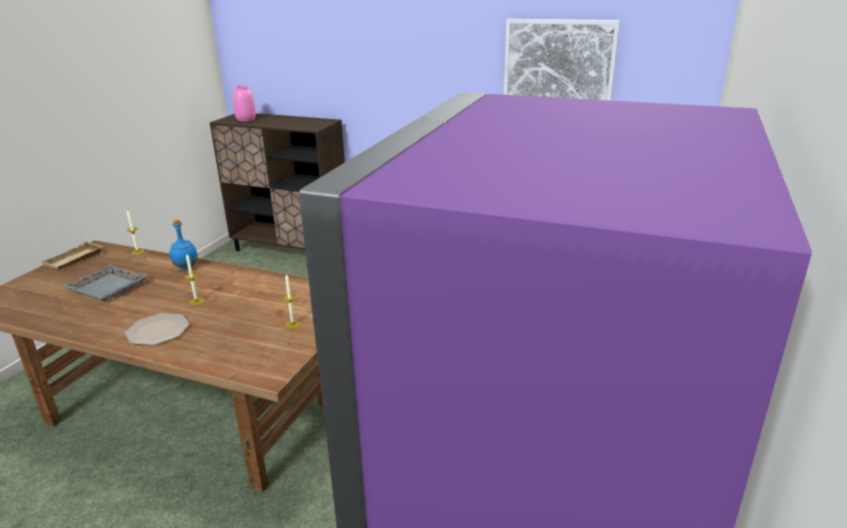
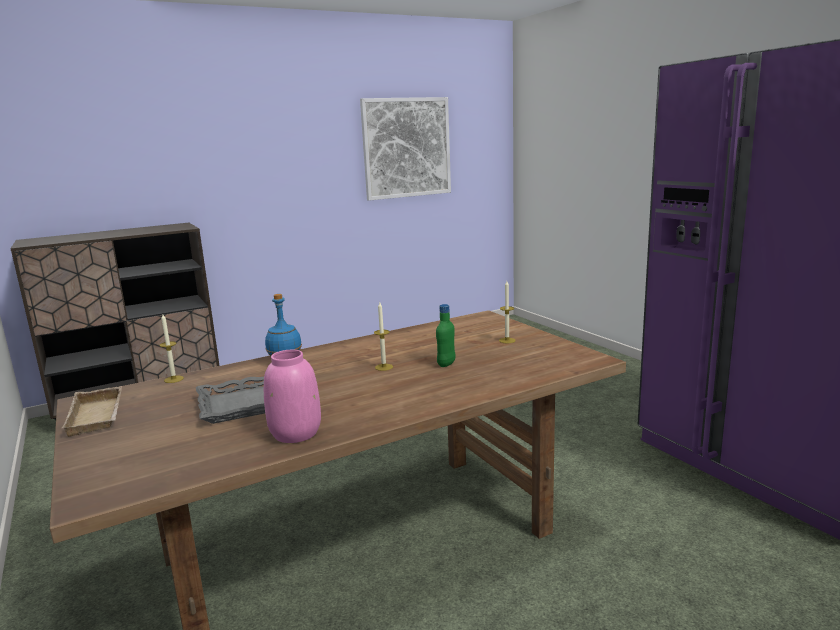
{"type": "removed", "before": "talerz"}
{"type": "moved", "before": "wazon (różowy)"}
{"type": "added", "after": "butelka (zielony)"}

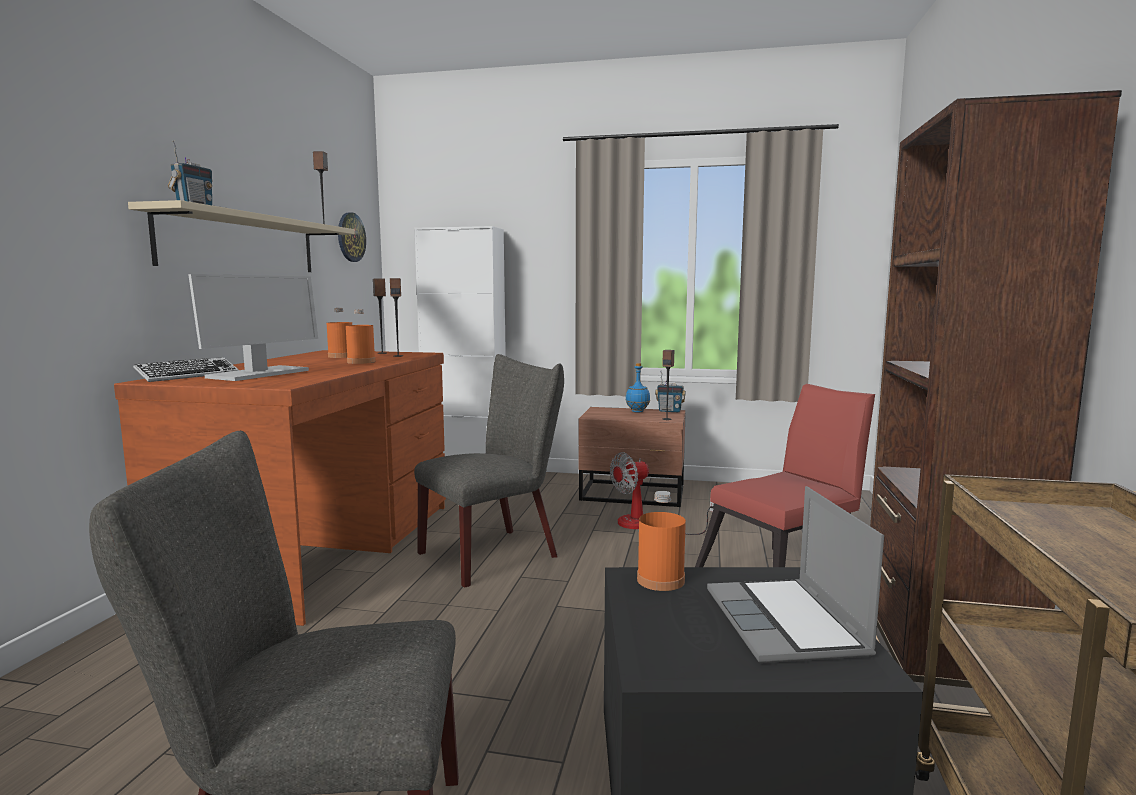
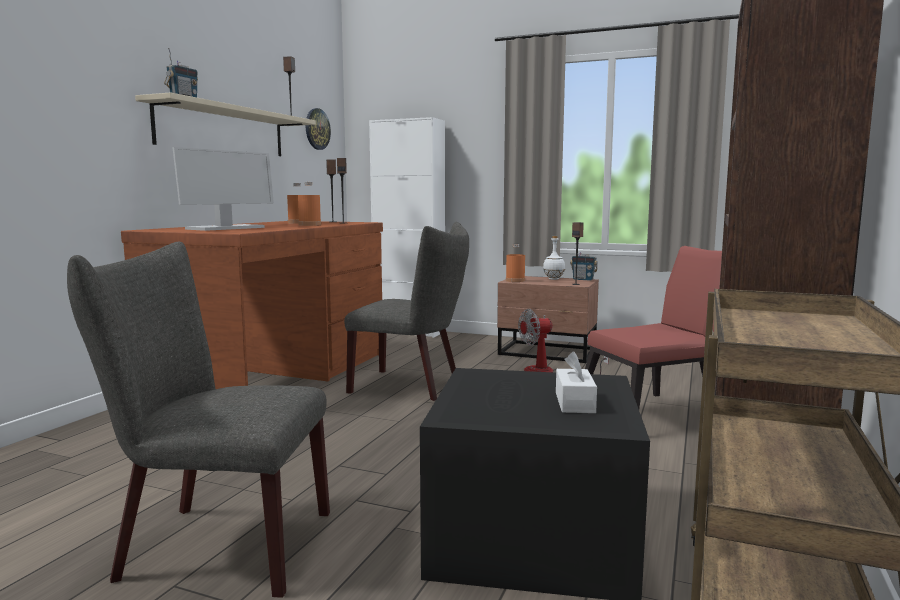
{"type": "removed", "before": "klawiatura"}
{"type": "turned", "before": "krzesło (szary) (2nd from left)", "turn": 45}
{"type": "recoloured", "before": "butelka (niebieski)", "after": "butelka (biały)"}
{"type": "moved", "before": "butelka (pomarańczowy) (3rd from left)"}
{"type": "replaced", "before": "laptop", "after": "pudełko chusteczek (biały)"}

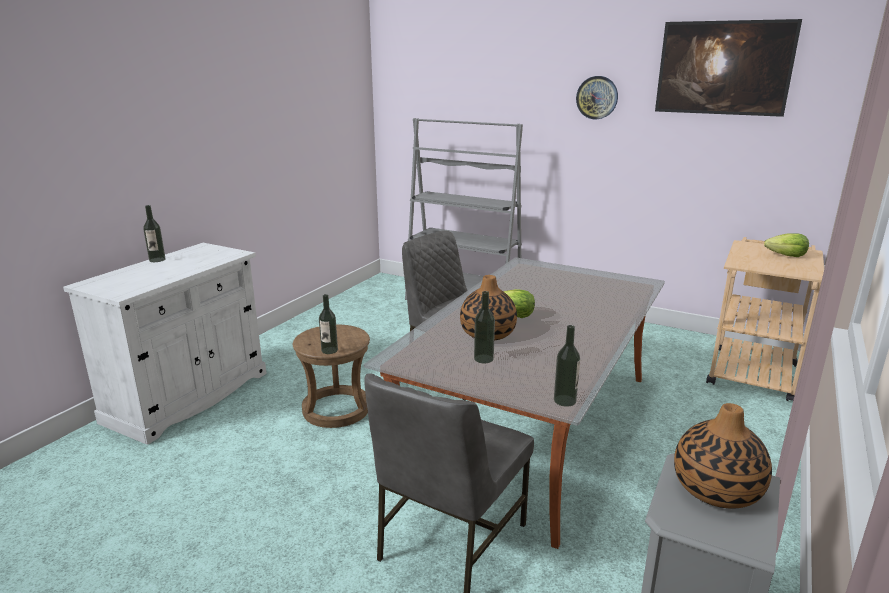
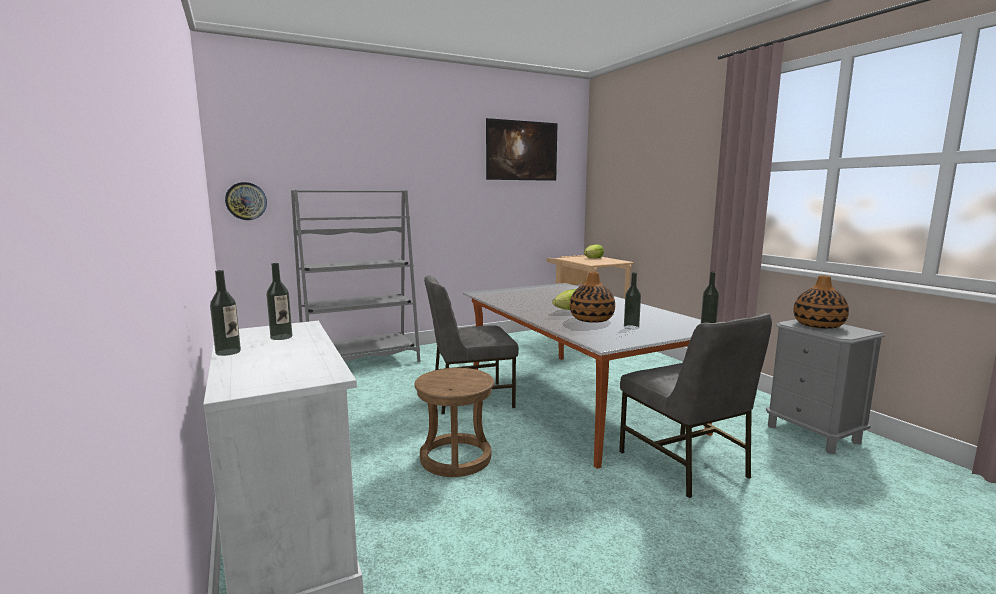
{"type": "moved", "before": "butelka (2nd from left)"}
{"type": "moved", "before": "zegar ścienny"}

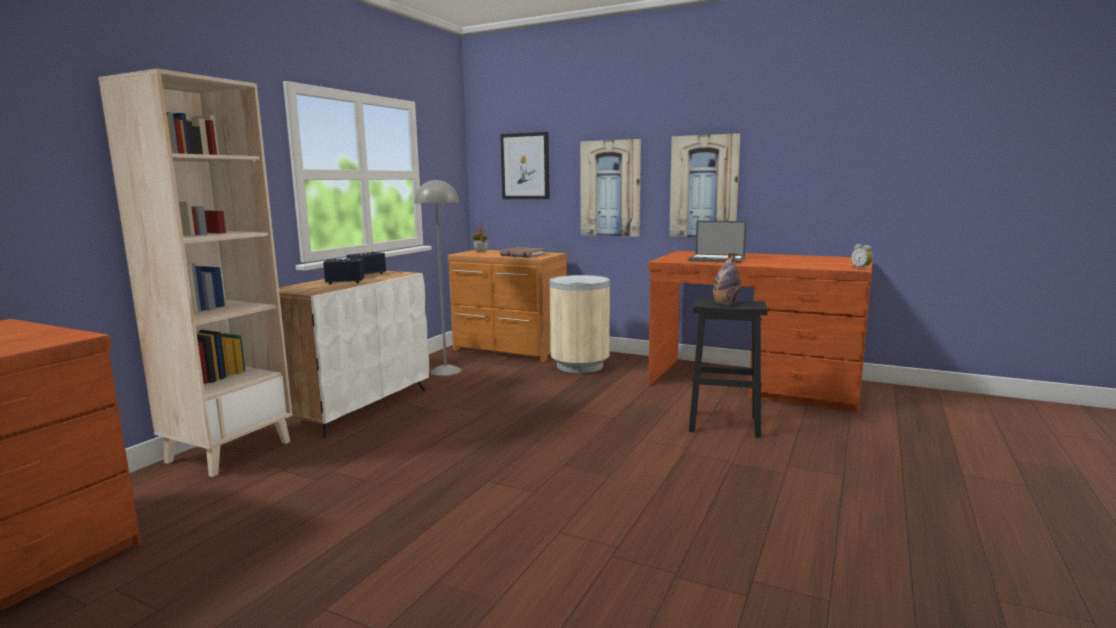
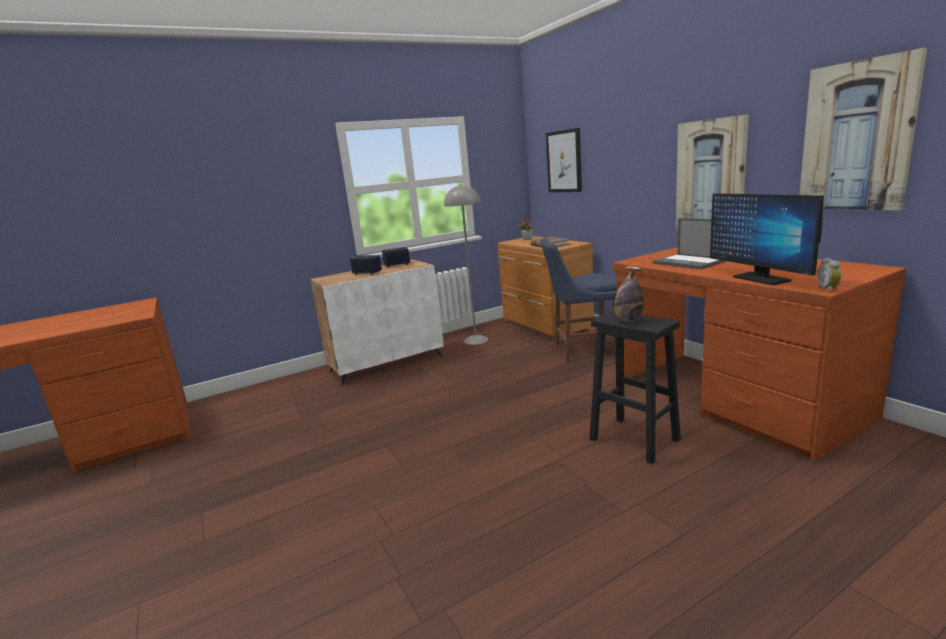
{"type": "removed", "before": "regał (beżowy)"}
{"type": "replaced", "before": "kosz na śmieci (beżowy)", "after": "krzesło (niebieski)"}
{"type": "moved", "before": "obraz (2nd from left in the first image)", "after": "obraz (3rd from left)"}
{"type": "added", "after": "monitor"}

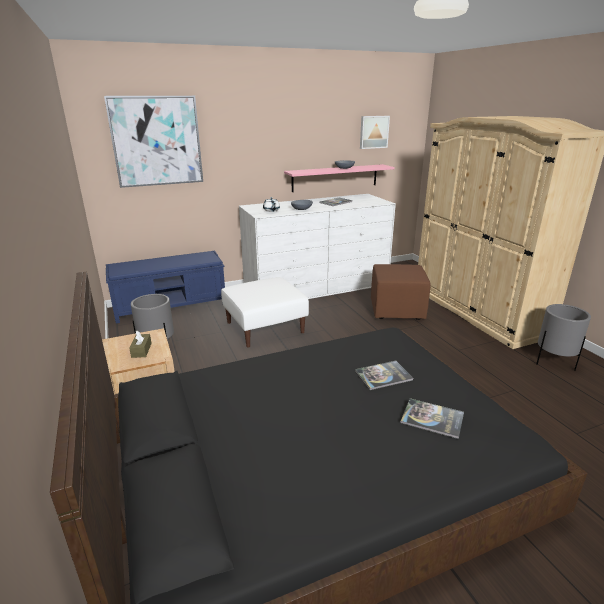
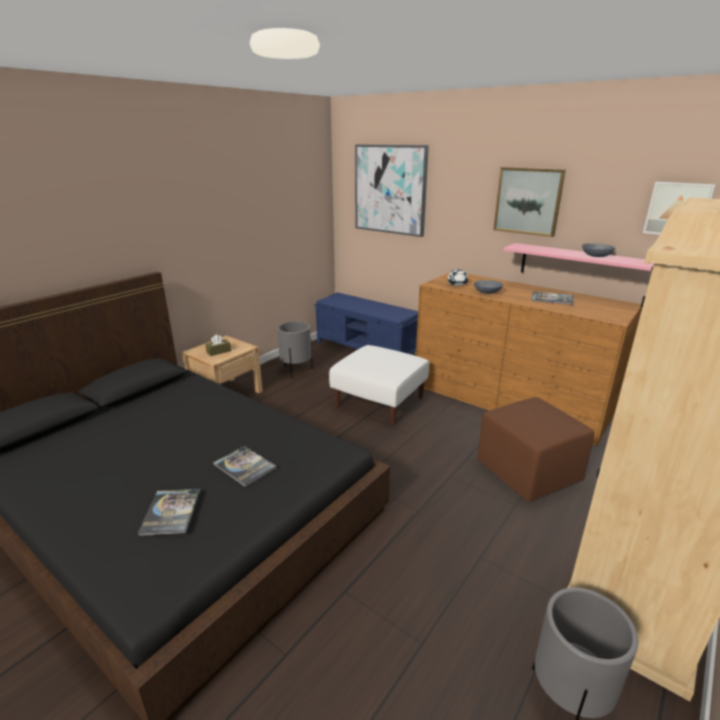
{"type": "recoloured", "before": "komoda (biały)", "after": "komoda (brązowy)"}
{"type": "added", "after": "obraz (2nd from left)"}

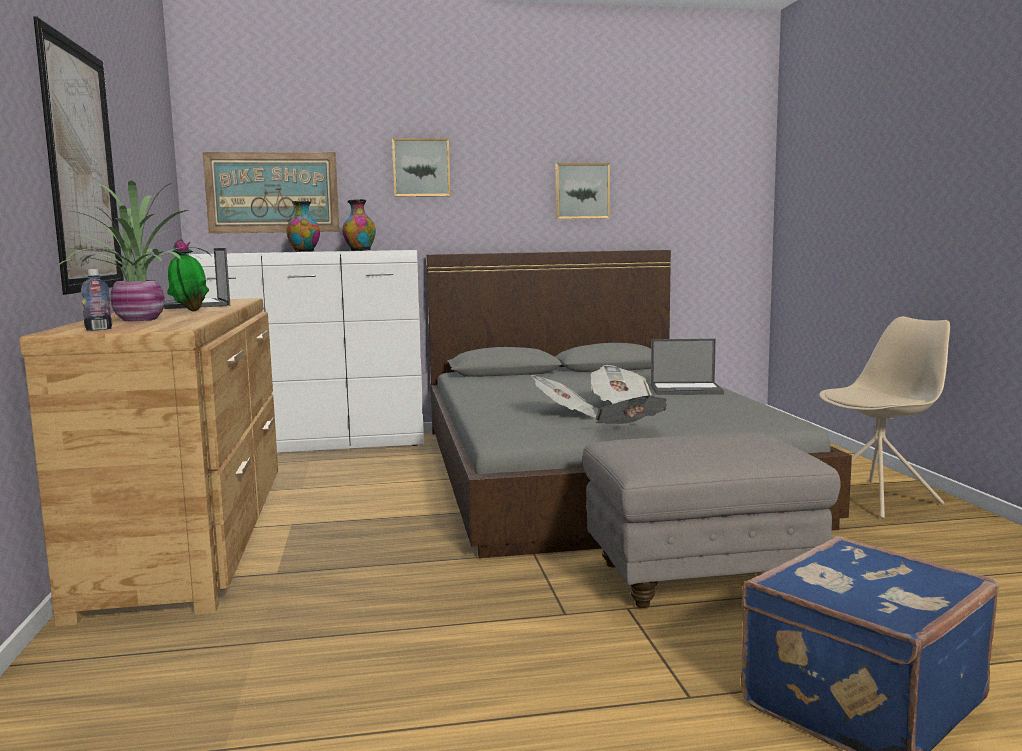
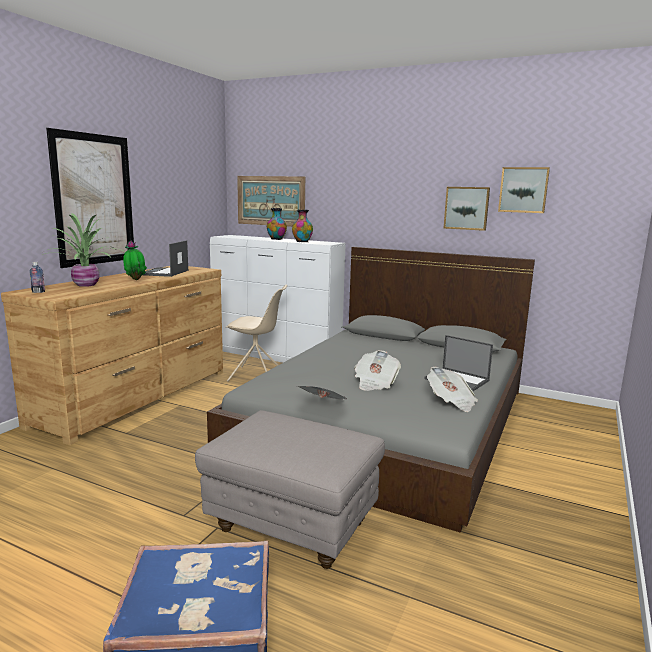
{"type": "moved", "before": "obraz (3rd from left in the first image)", "after": "obraz (4th from left)"}
{"type": "moved", "before": "gazeta (1st from left in the first image)", "after": "gazeta (3rd from left)"}
{"type": "moved", "before": "krzesło (beżowy)"}

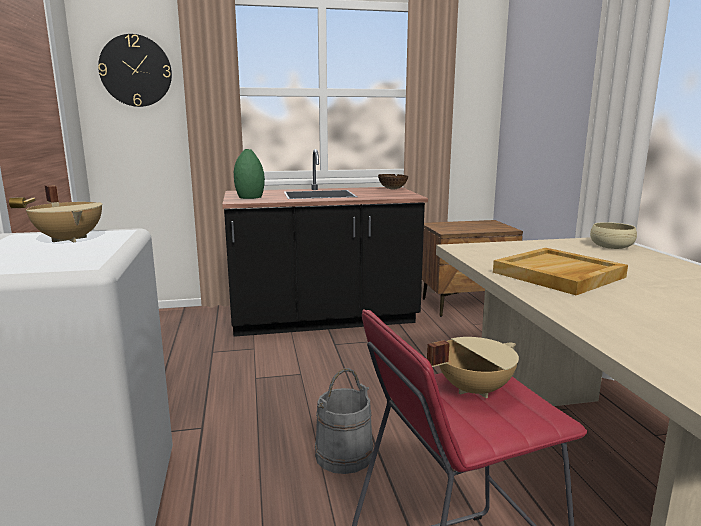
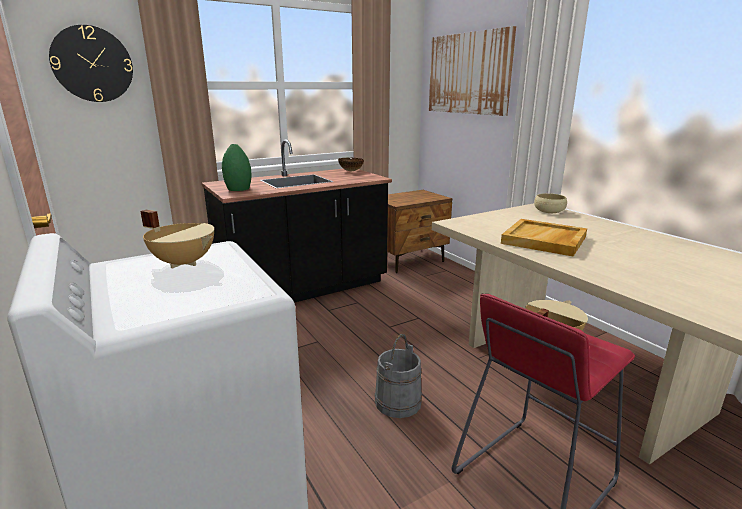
{"type": "added", "after": "obraz"}

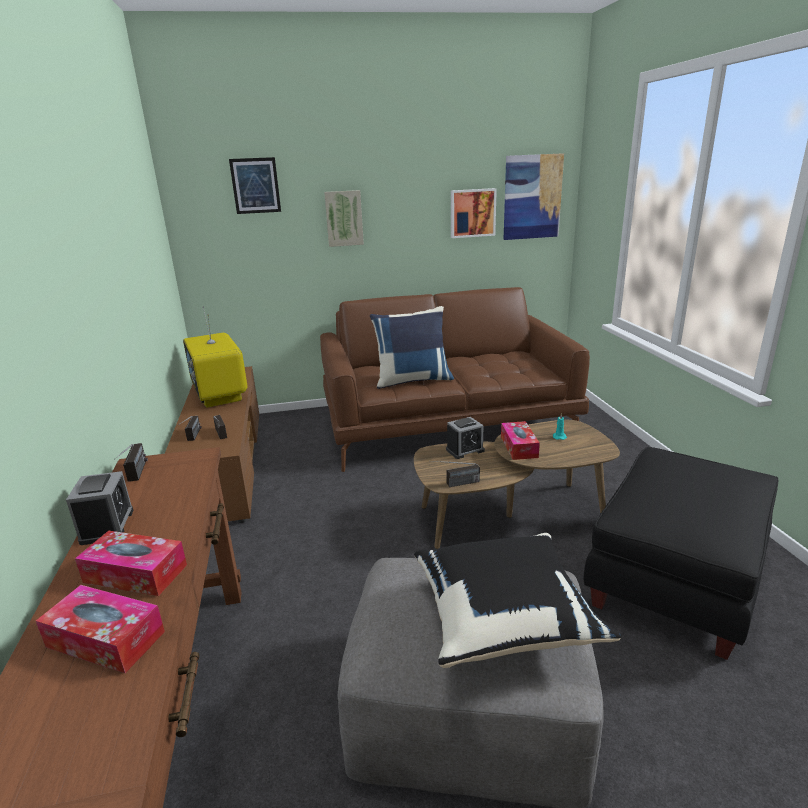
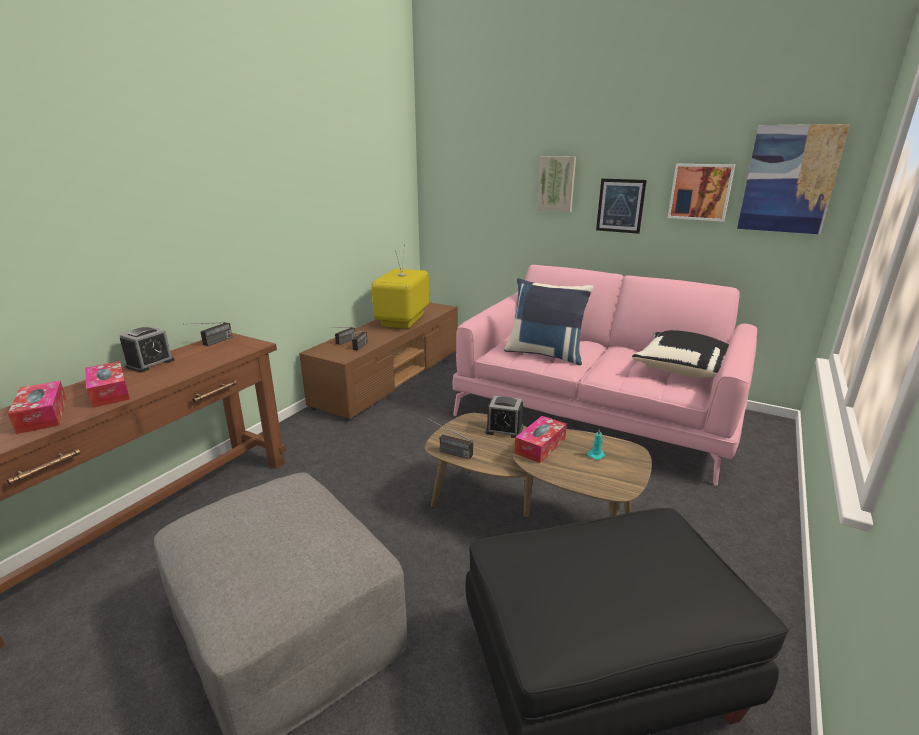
{"type": "moved", "before": "obraz (1st from left in the first image)", "after": "obraz (2nd from left)"}
{"type": "recoloured", "before": "kanapa (brązowy)", "after": "kanapa (różowy)"}
{"type": "moved", "before": "poduszka (czarny)"}

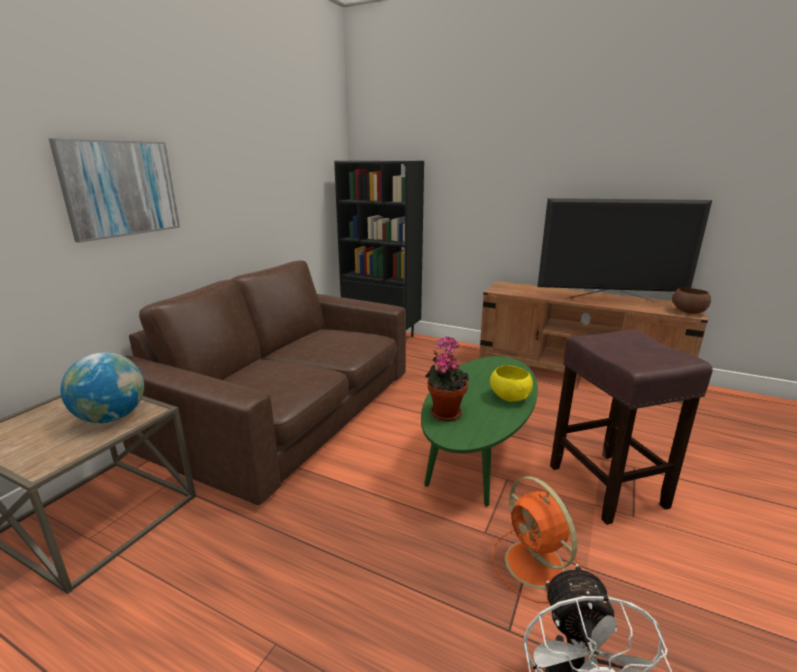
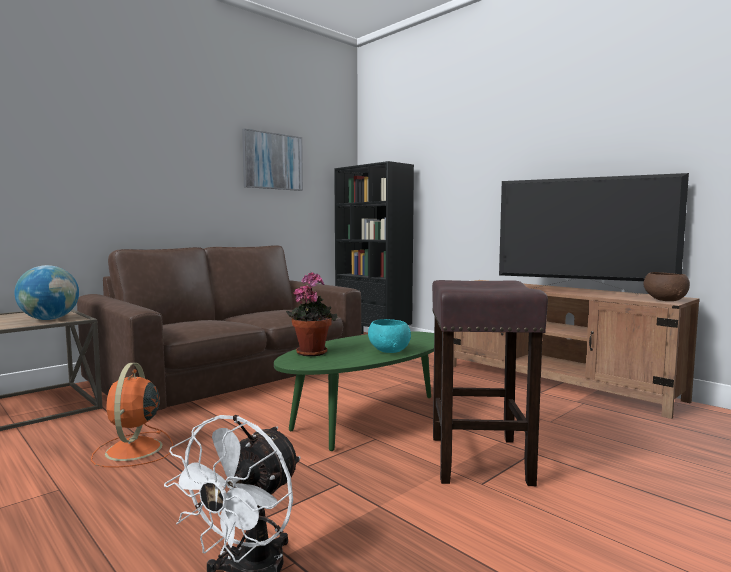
{"type": "moved", "before": "obraz"}
{"type": "recoloured", "before": "miska (żółty)", "after": "miska (turkusowy)"}
{"type": "moved", "before": "wentylator (pomarańczowy)"}

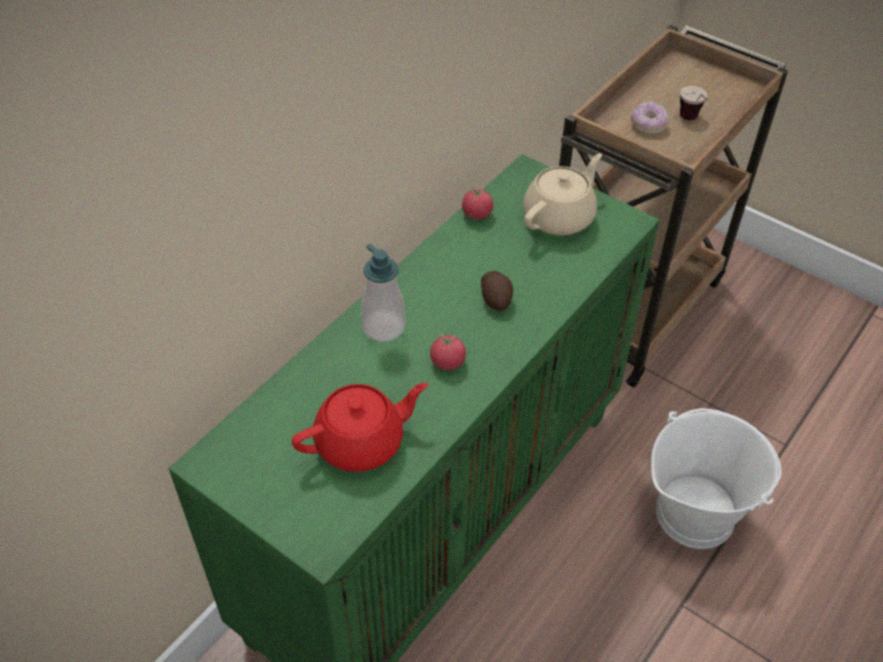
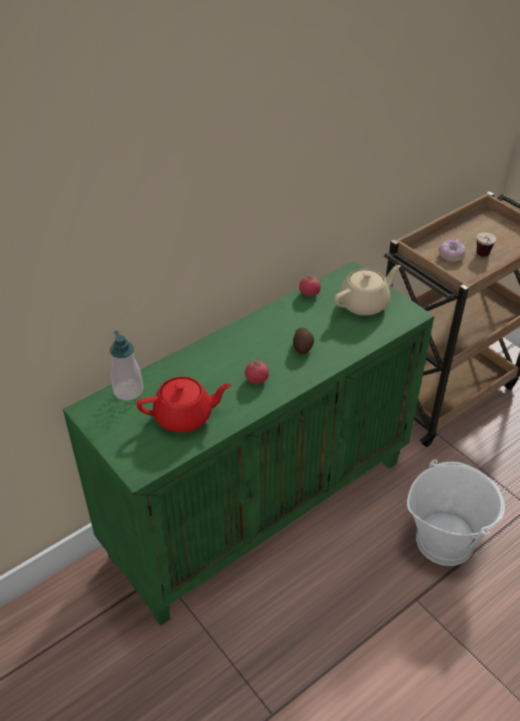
{"type": "moved", "before": "dozownik mydła"}

